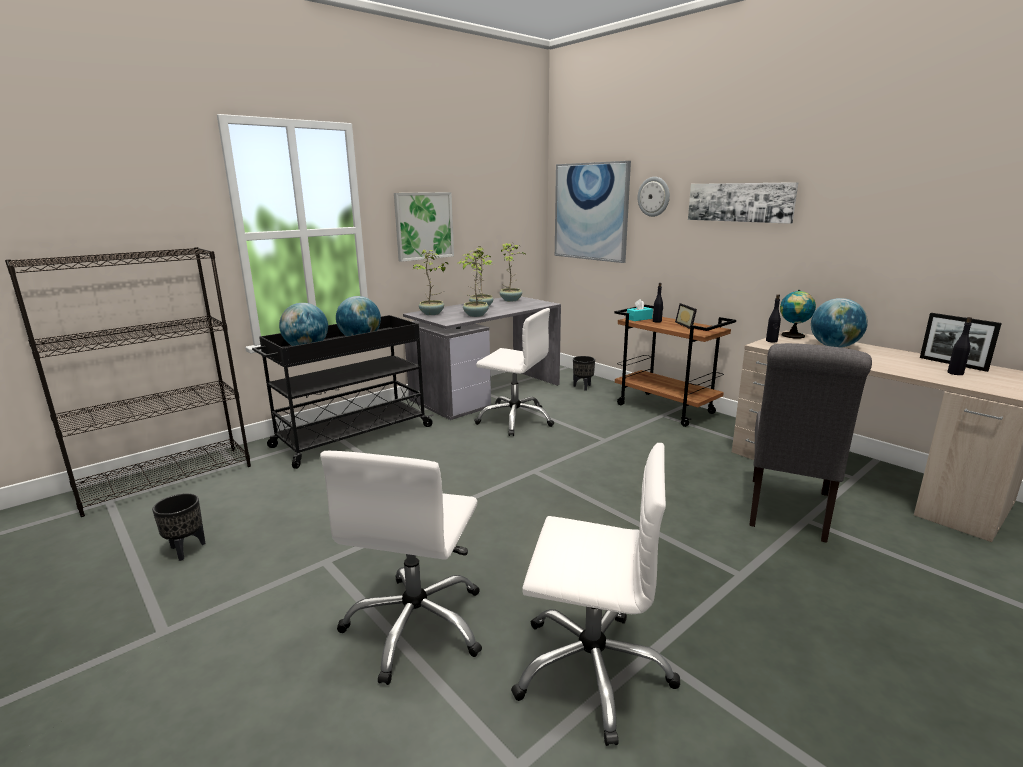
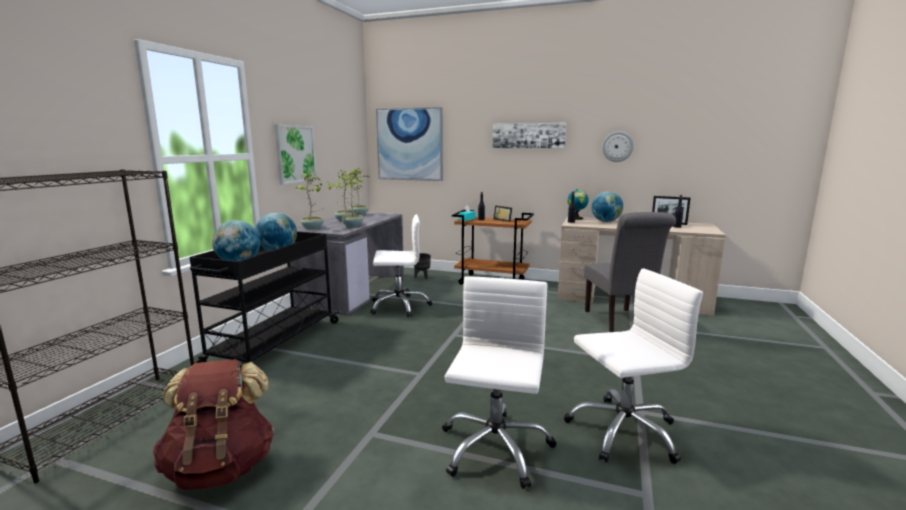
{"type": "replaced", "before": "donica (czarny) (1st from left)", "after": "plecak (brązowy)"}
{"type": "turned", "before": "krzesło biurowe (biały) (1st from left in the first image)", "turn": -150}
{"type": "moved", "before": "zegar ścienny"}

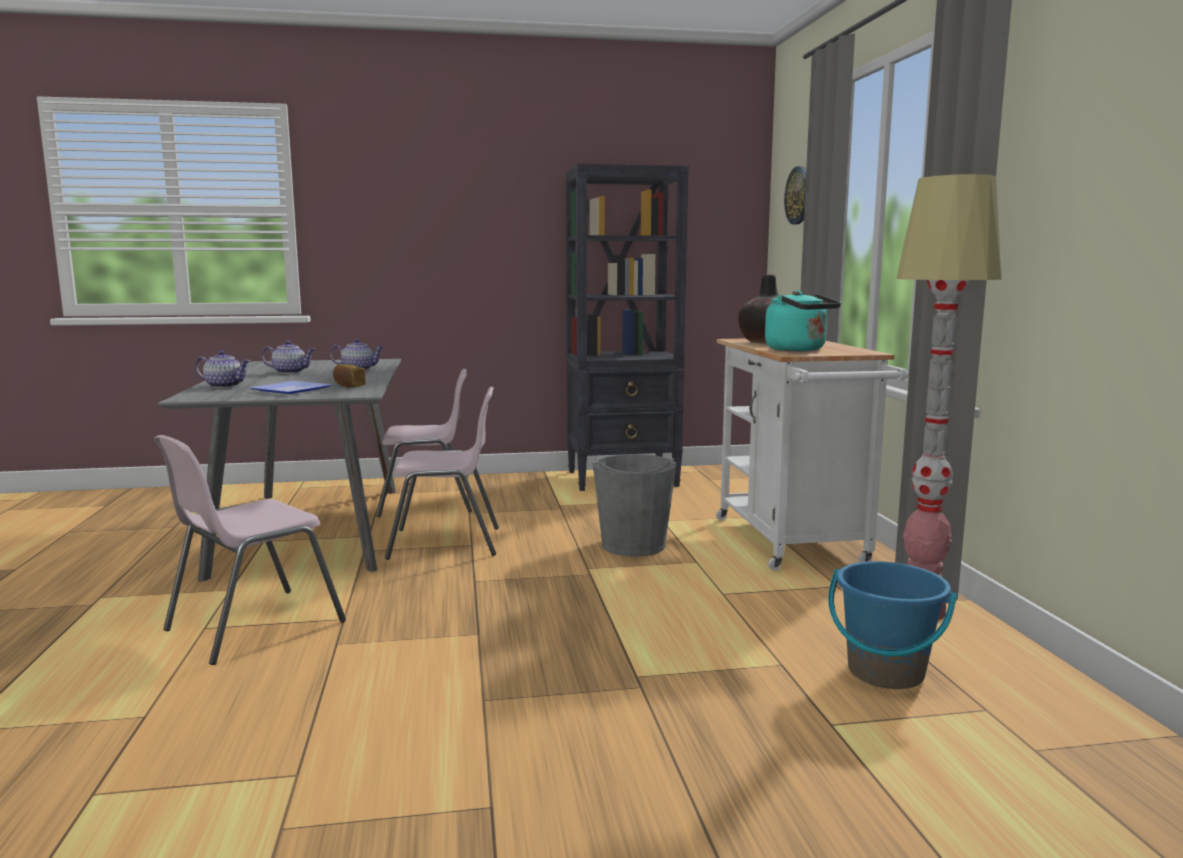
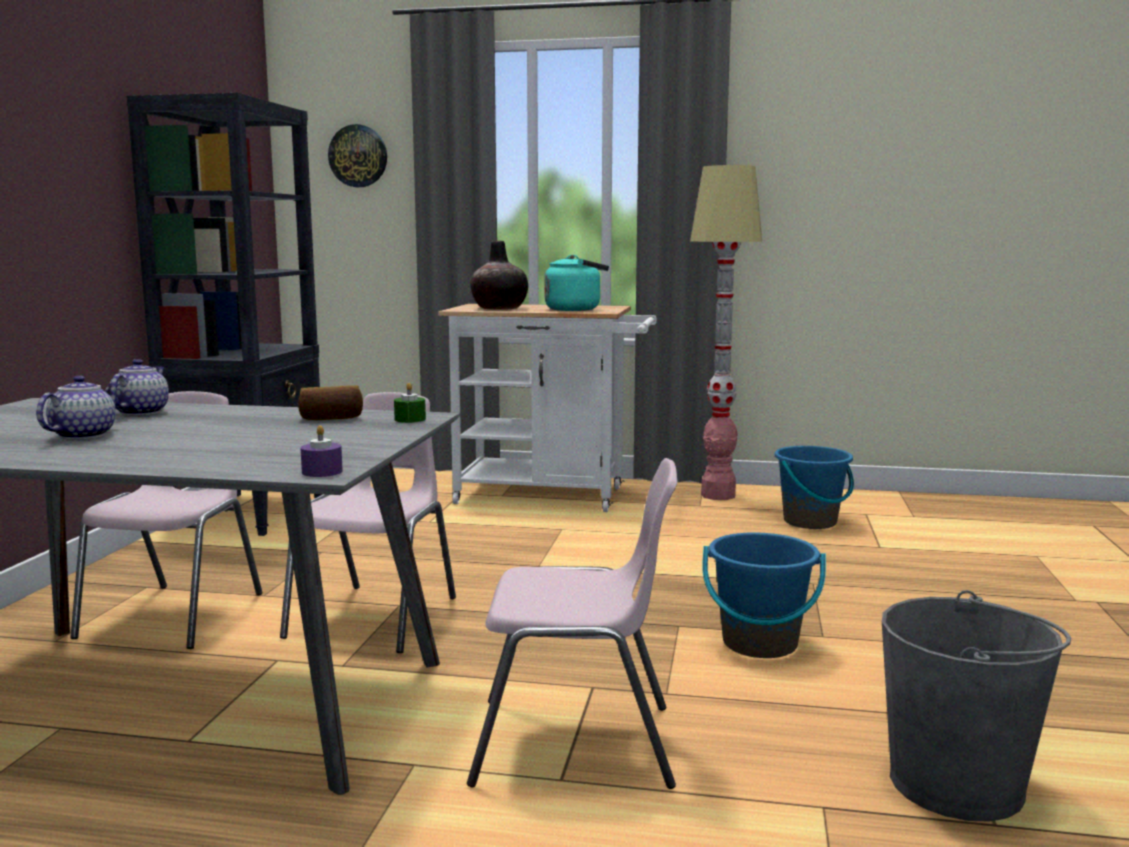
{"type": "turned", "before": "krzesło (różowy) (1st from left in the first image)", "turn": -60}
{"type": "removed", "before": "imbryk (1st from left)"}
{"type": "removed", "before": "talerz"}
{"type": "moved", "before": "wiadro (szary)"}
{"type": "added", "after": "świeca (fioletowy)"}
{"type": "added", "after": "świeca (zielony)"}
{"type": "added", "after": "wiadro (niebieski) (1st from left)"}

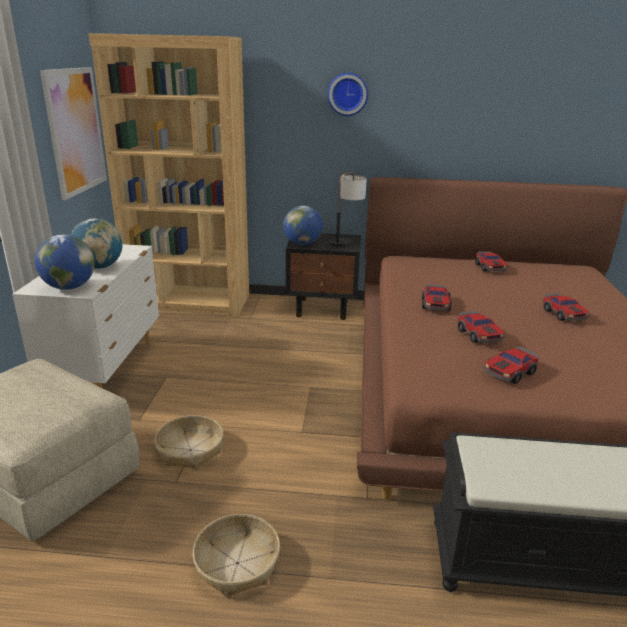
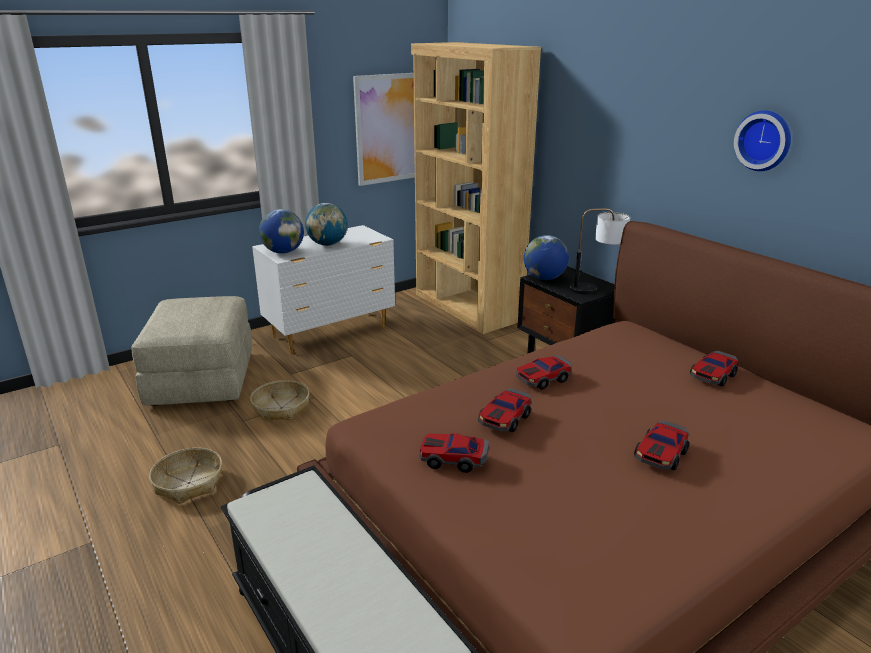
{"type": "moved", "before": "zegar ścienny"}

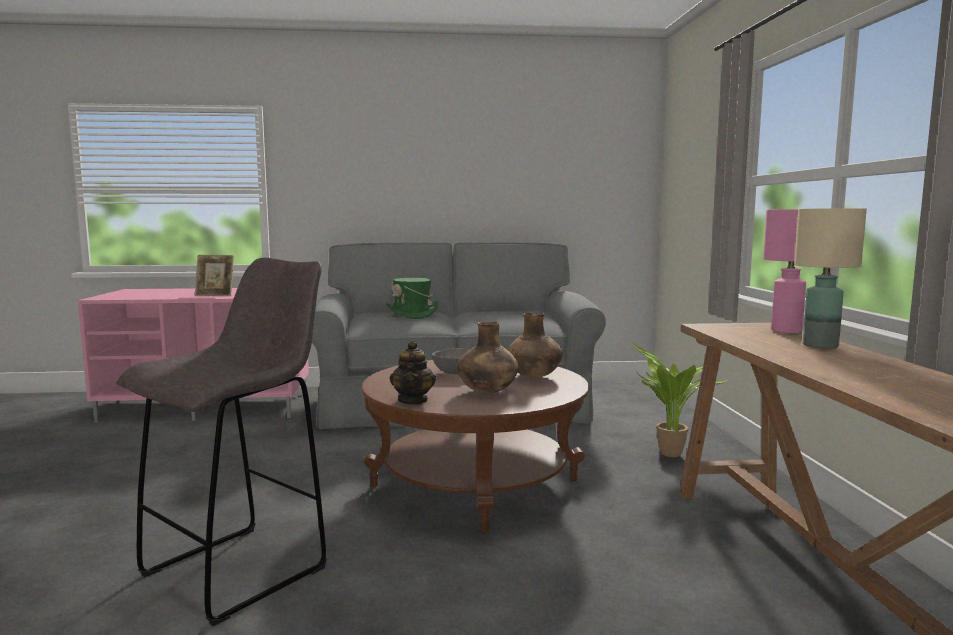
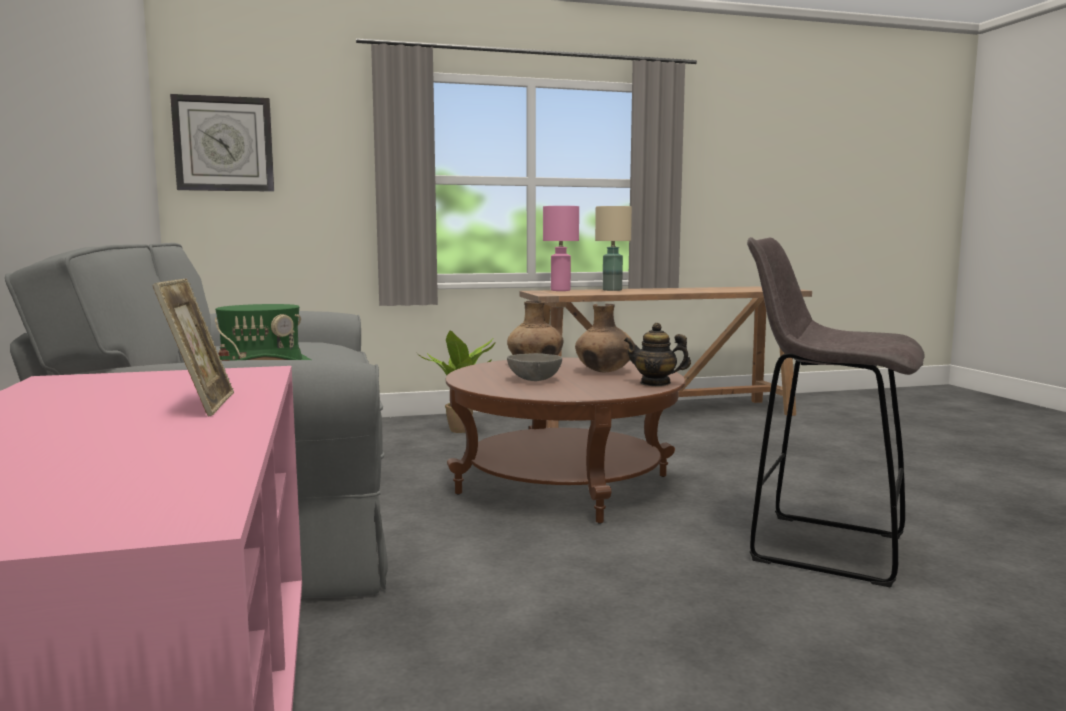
{"type": "turned", "before": "imbryk", "turn": -150}
{"type": "added", "after": "zegar ścienny"}

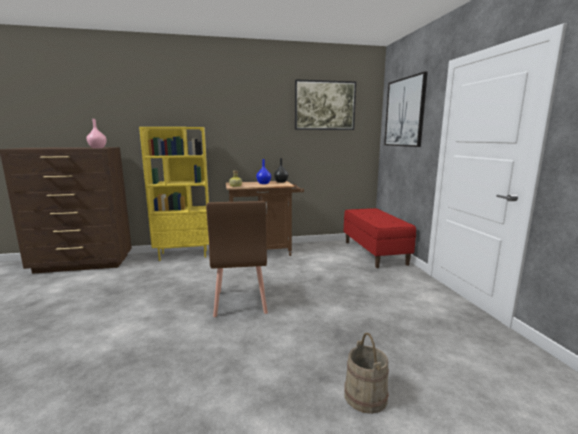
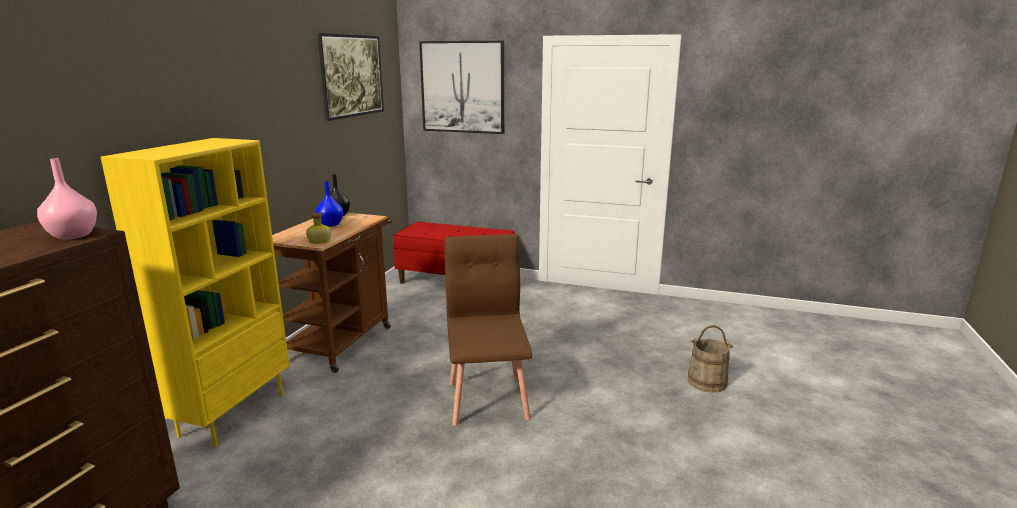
{"type": "turned", "before": "krzesło (brązowy)", "turn": -120}

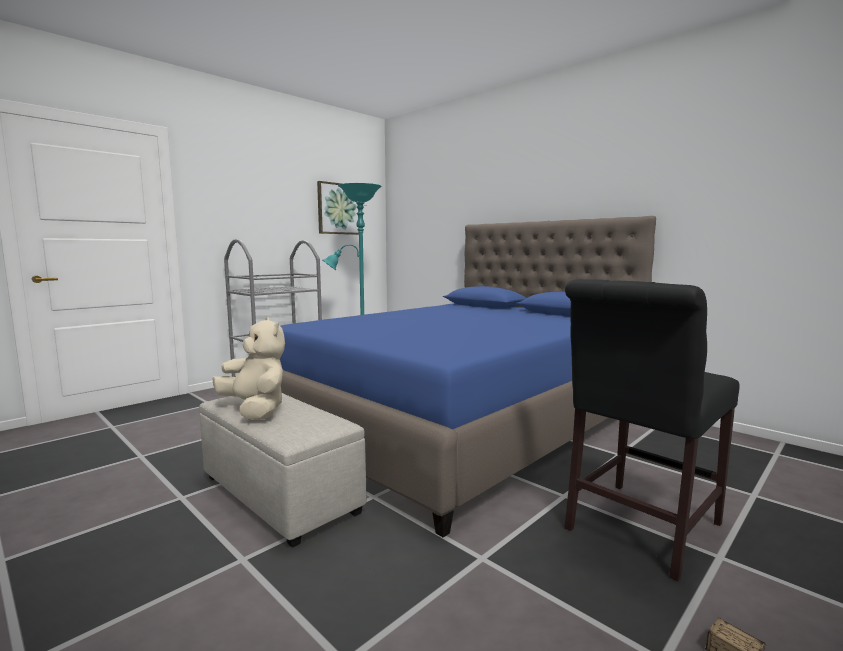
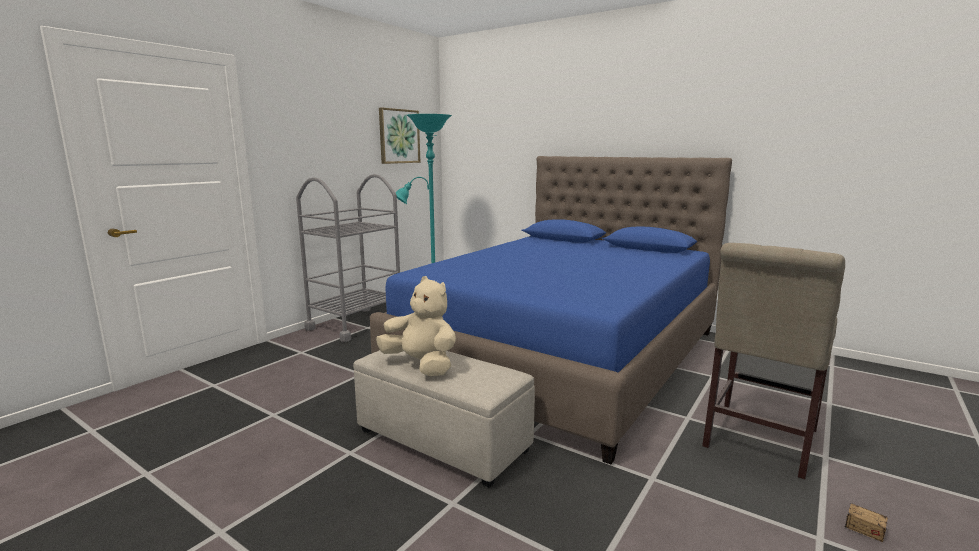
{"type": "recoloured", "before": "krzesło (czarny)", "after": "krzesło (beżowy)"}

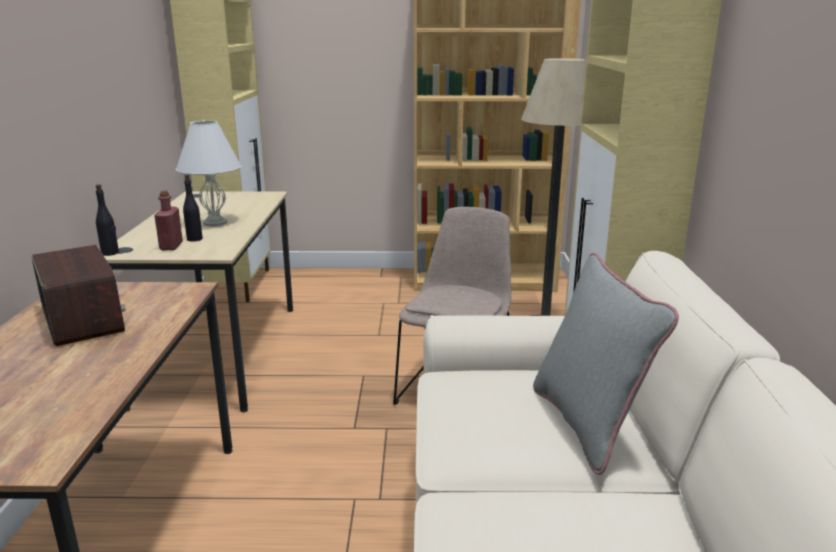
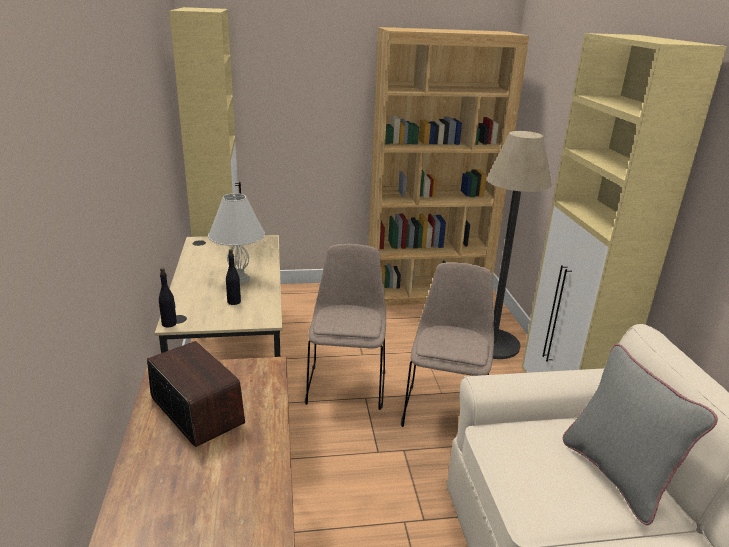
{"type": "removed", "before": "butelka (czerwony)"}
{"type": "added", "after": "krzesło (beżowy) (1st from left)"}

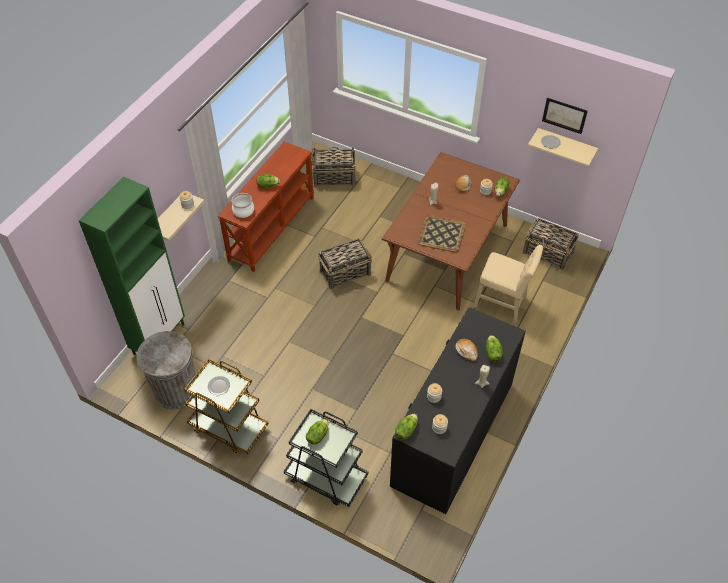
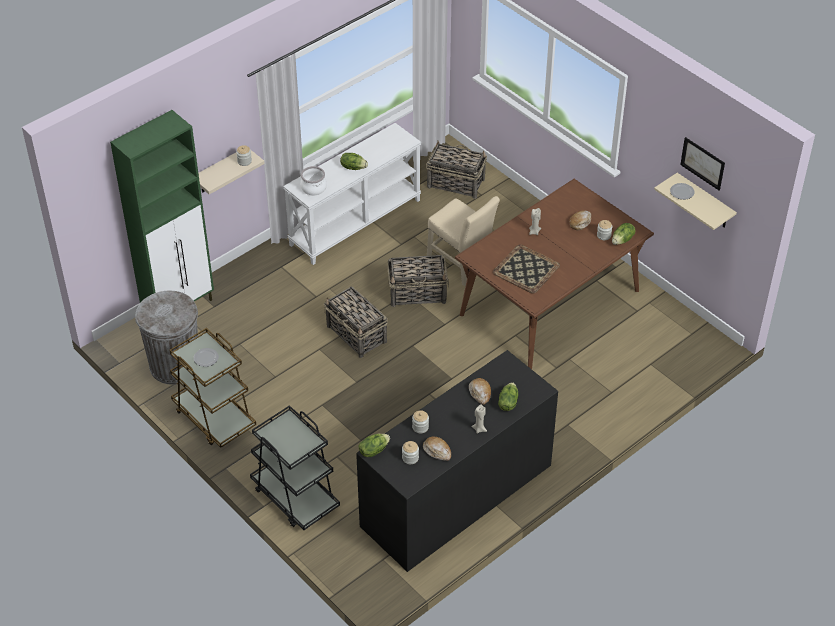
{"type": "recoloured", "before": "stolik konsolowy (brązowy)", "after": "stolik konsolowy (biały)"}
{"type": "removed", "before": "sałata (2nd from left)"}
{"type": "moved", "before": "krzesło (beżowy)"}
{"type": "moved", "before": "koszyk (3rd from left in the first image)", "after": "koszyk (1st from left)"}
{"type": "added", "after": "chleb (1st from left)"}

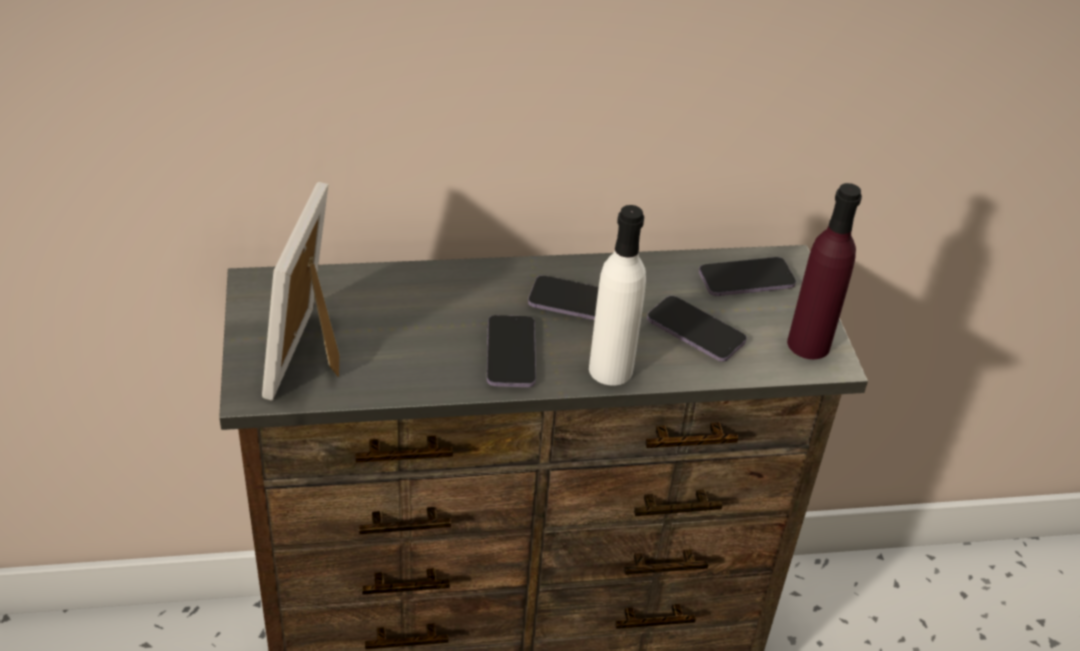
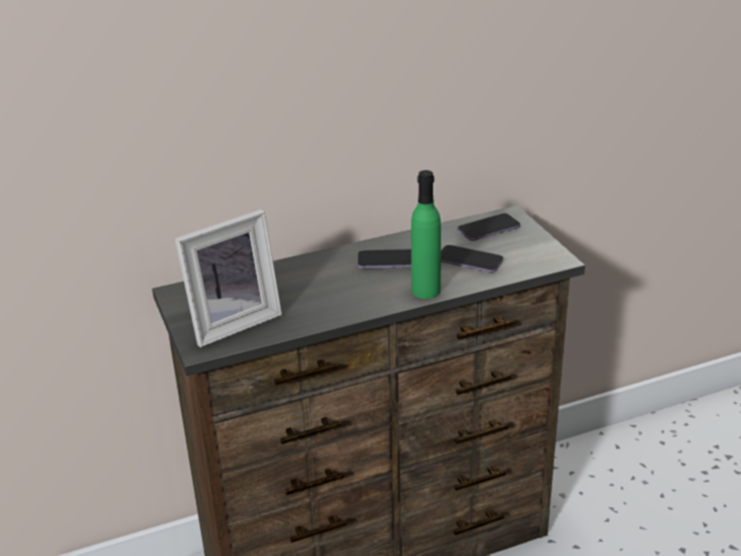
{"type": "turned", "before": "ramka na zdjęcie", "turn": -120}
{"type": "removed", "before": "telefon (1st from left)"}
{"type": "recoloured", "before": "butelka (biały)", "after": "butelka (zielony)"}
{"type": "removed", "before": "butelka (fioletowy)"}

